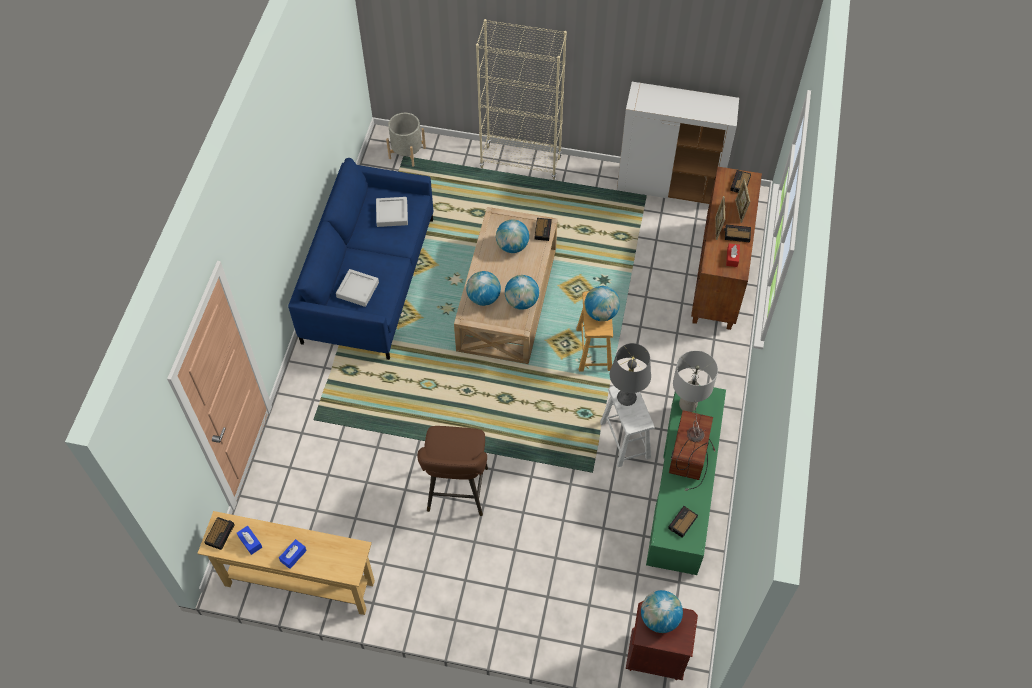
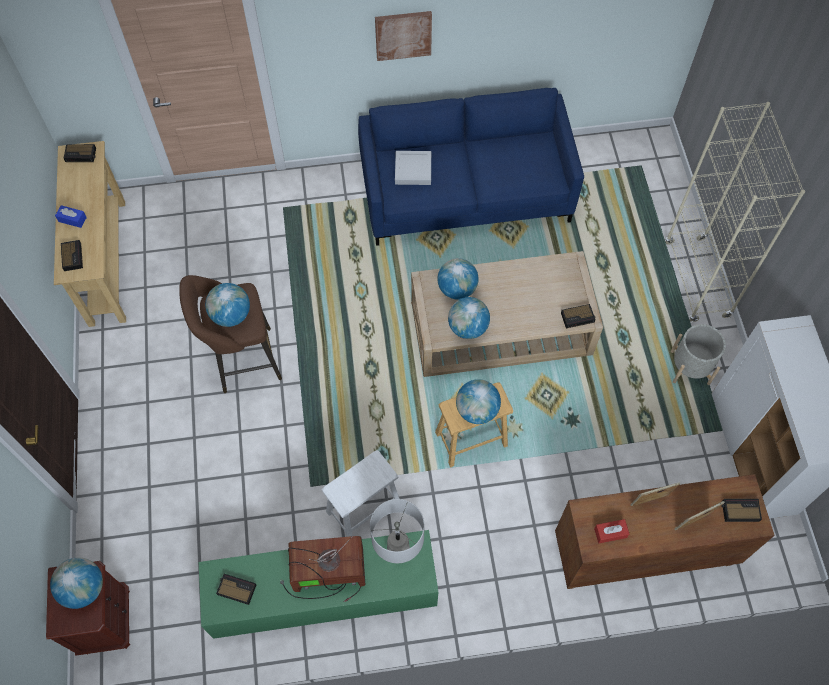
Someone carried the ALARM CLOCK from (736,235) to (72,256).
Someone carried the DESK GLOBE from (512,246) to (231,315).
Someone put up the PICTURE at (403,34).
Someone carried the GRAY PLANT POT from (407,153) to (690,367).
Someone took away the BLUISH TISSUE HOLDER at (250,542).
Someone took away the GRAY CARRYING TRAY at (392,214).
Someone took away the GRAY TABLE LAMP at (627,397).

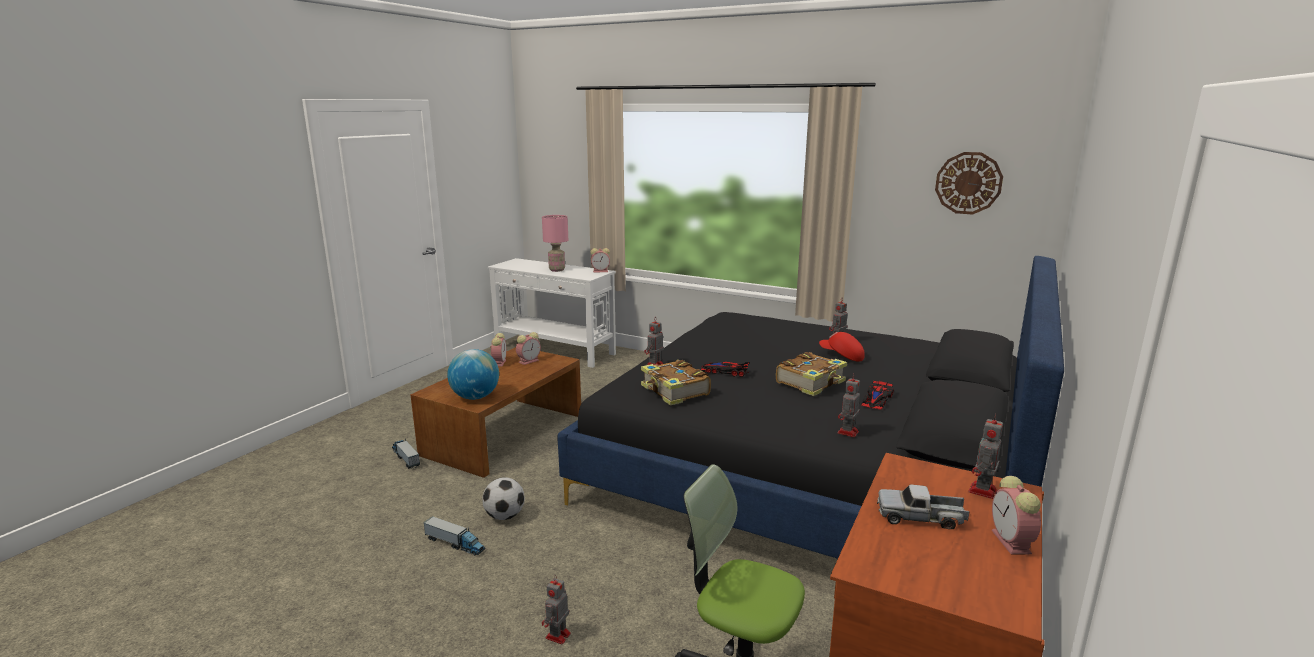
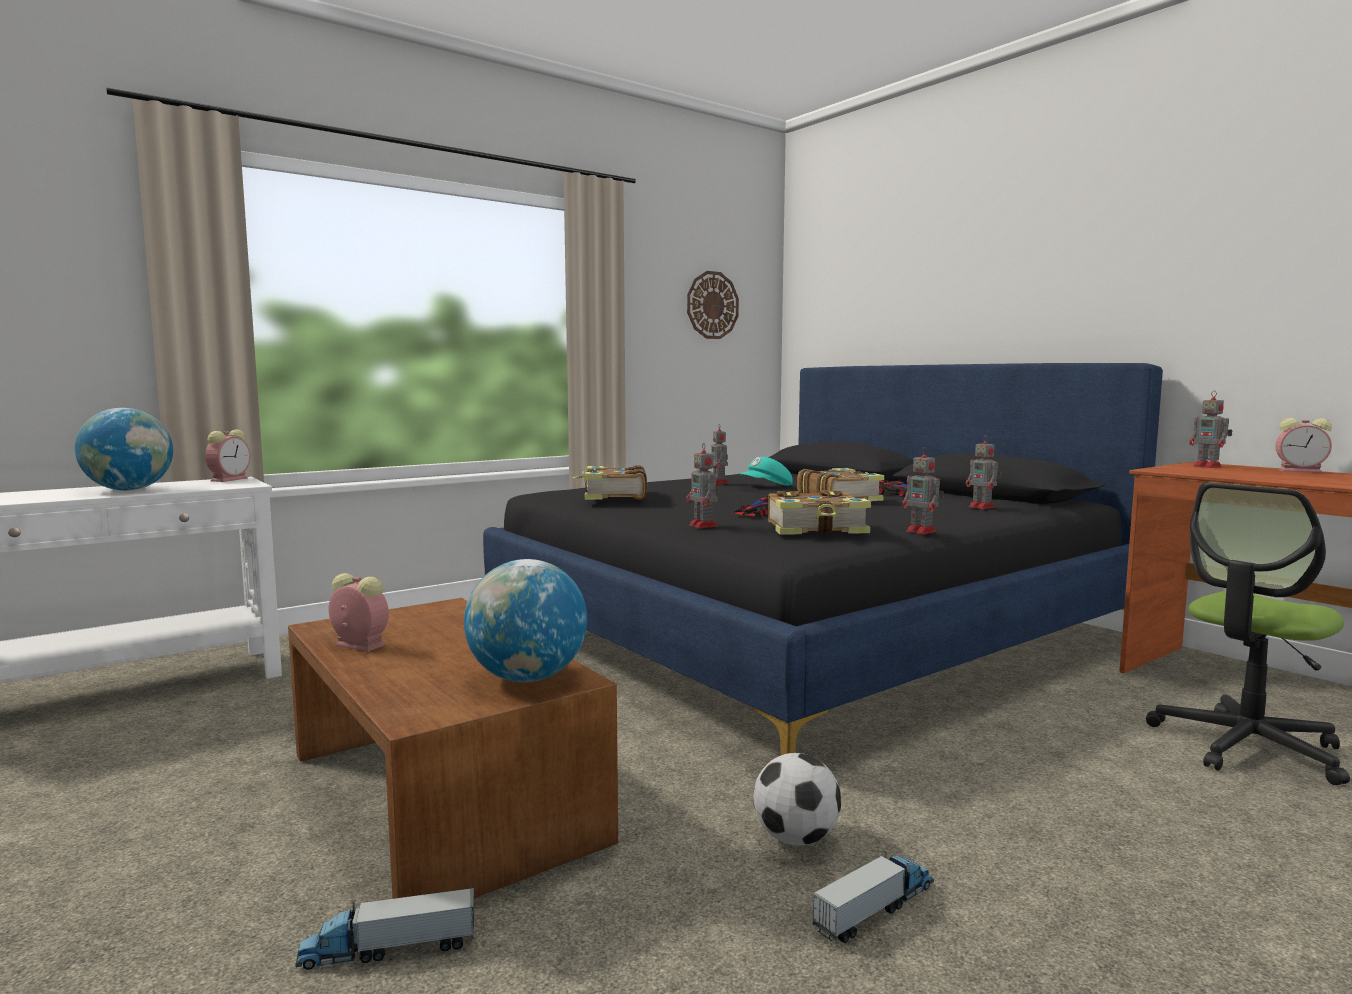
Someone swapped the PINKISH TABLE LAMP at (557,270) for the DESK GLOBE at (129,490).
Someone put down the BOUND BOOK at (613,495).
Someone repainted the REDDISH PEAKED CAP at (841,356), which became the TURQUOISE-COLOURED PEAKED CAP at (766,486).
Someone carried the MODEL ROBOT from (557,636) to (922,531).
Someone took away the ALARM CLOCK at (529,361).
Someone took away the MODEL TRUCK at (920,517).

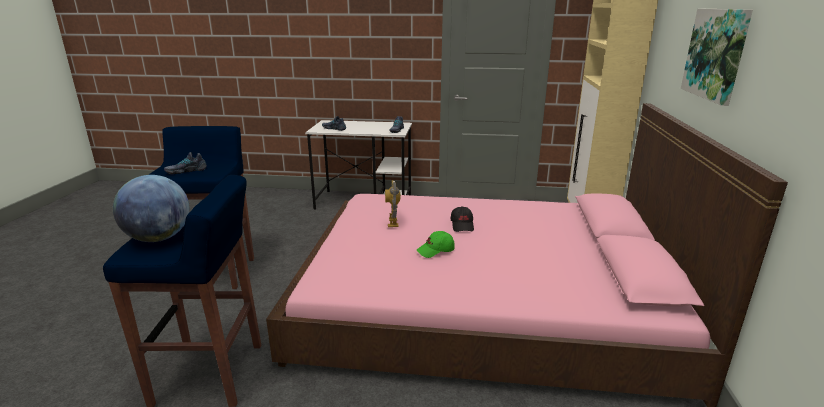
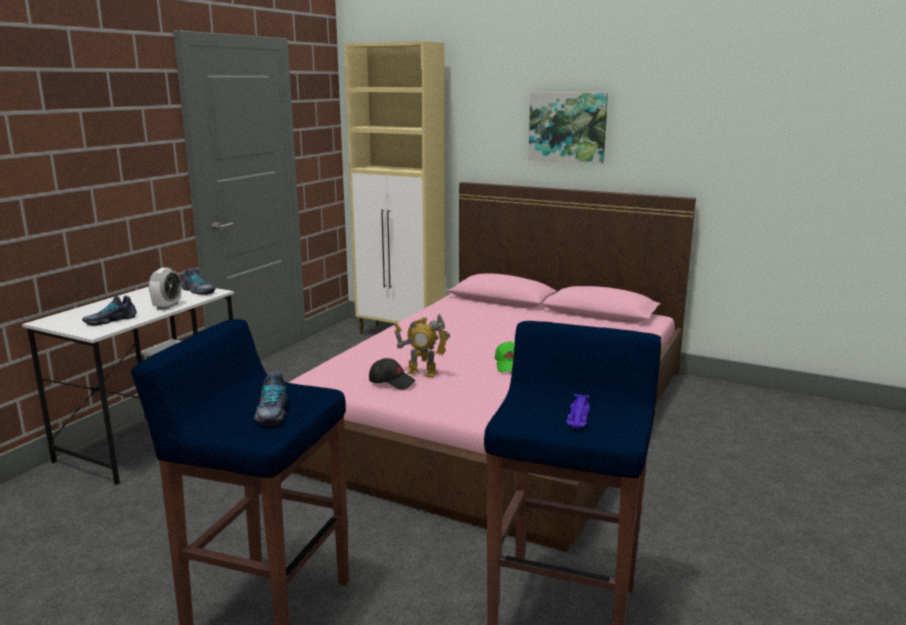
Someone put down the ALARM CLOCK at (167,306).
Someone carried the BLACKISH PEAKED CAP from (462,225) to (392,382).
Someone swapped the DESK GLOBE at (159,238) for the PURPLE MINIATURE CAR at (578,419).

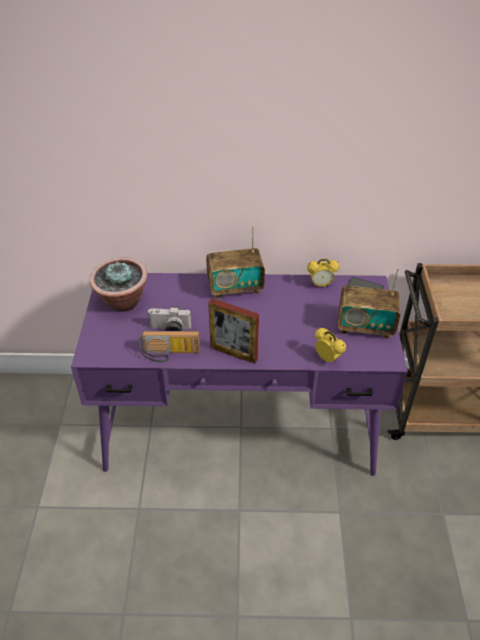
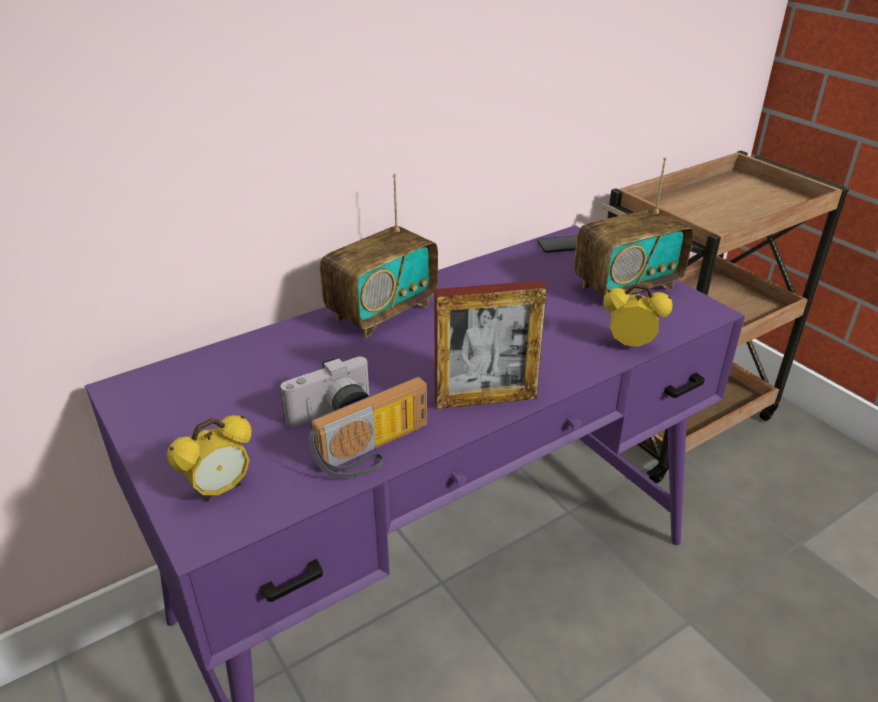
Someone carried the ALARM CLOCK from (320,285) to (220,489).
Someone took away the HOUSEPLANT at (123,302).

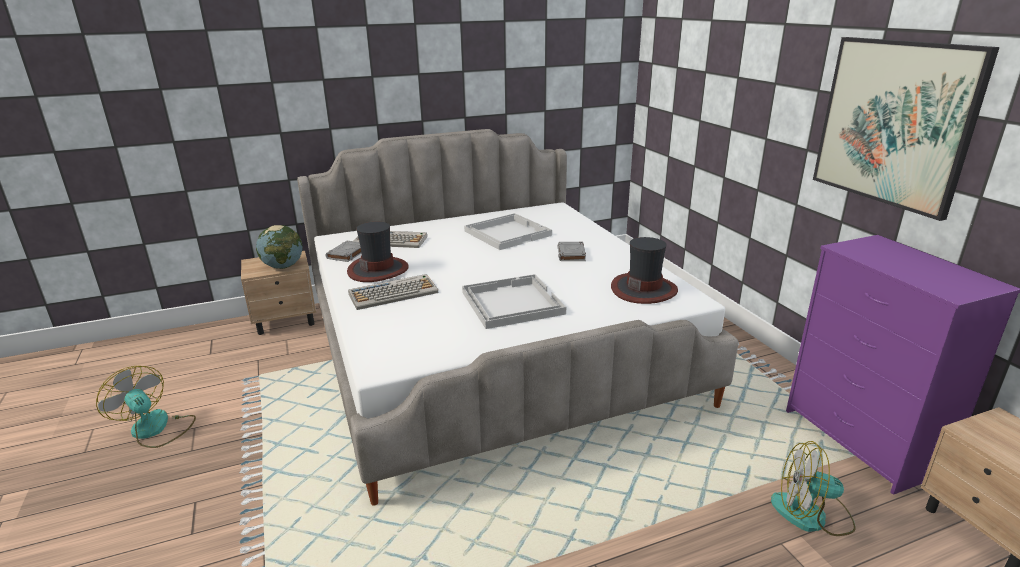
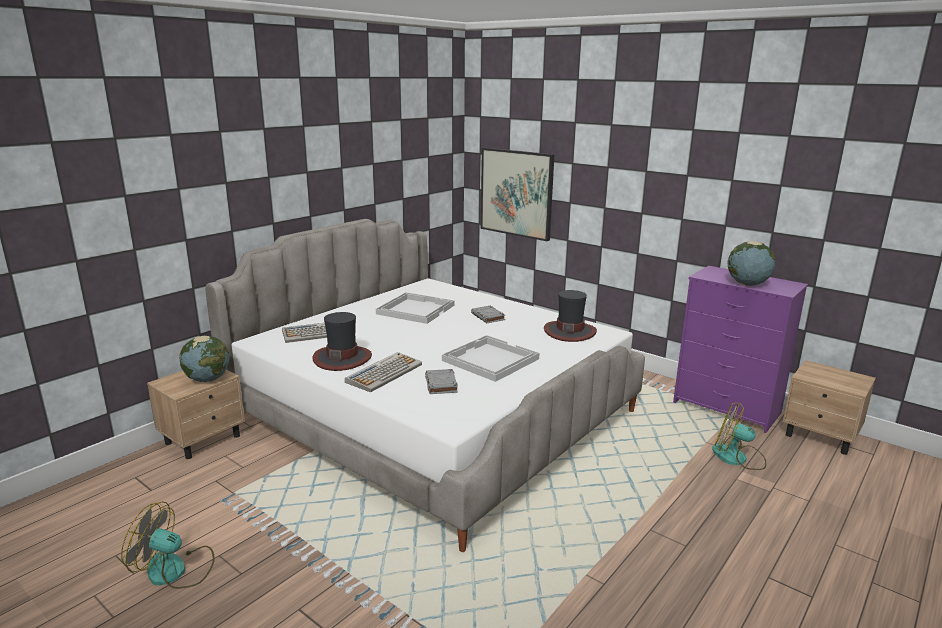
Someone carried the GRAY BOUND BOOK from (347,254) to (441,385).
Someone carried the PICTURE from (894,123) to (516,193).
Someone rotated the ELECTRIC FAN at (811,515) by 45 degrees clockwise.
Someone put down the DESK GLOBE at (747,284).

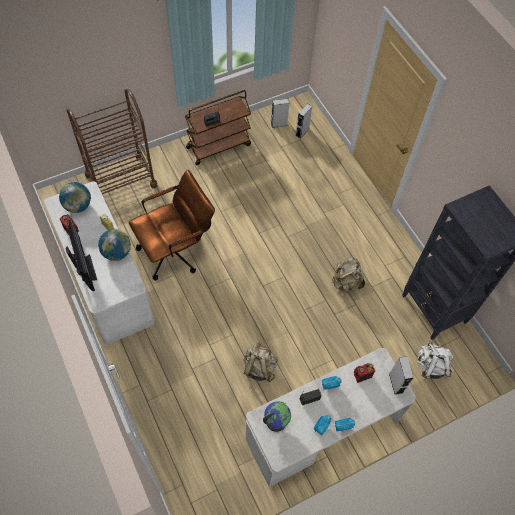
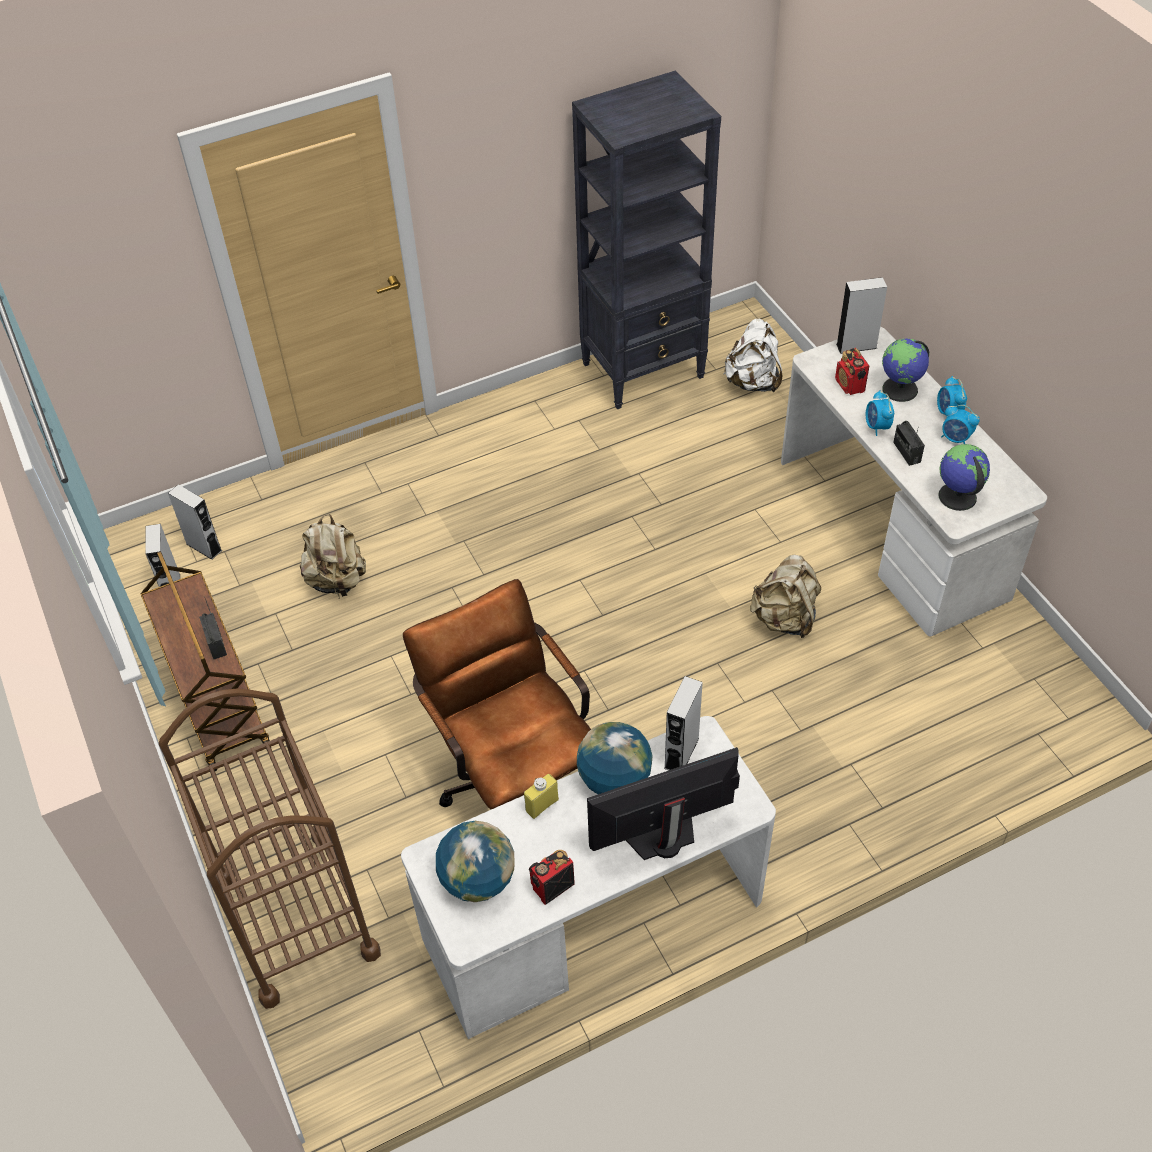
Someone carried the SAND-COLOURED KNAPSACK from (346,282) to (337,580).
Someone put down the GRAY AUDIO SPEAKER at (681,753).
Someone put down the DESK GLOBE at (900,390).

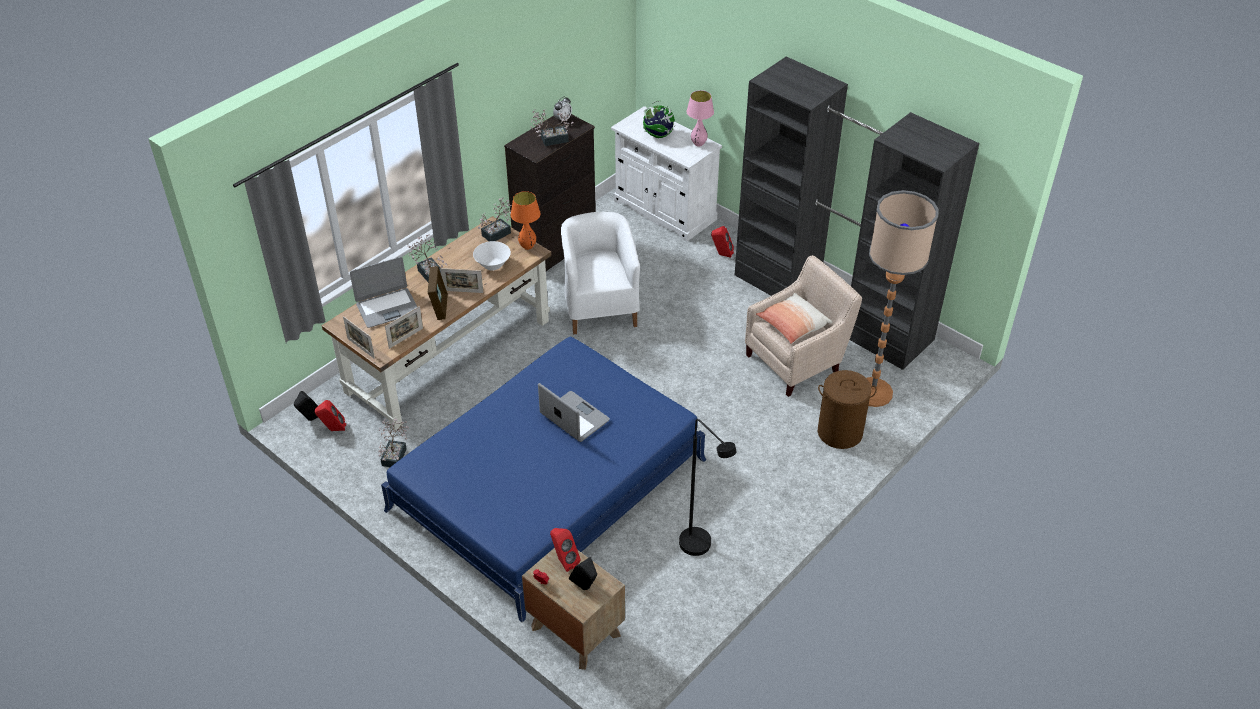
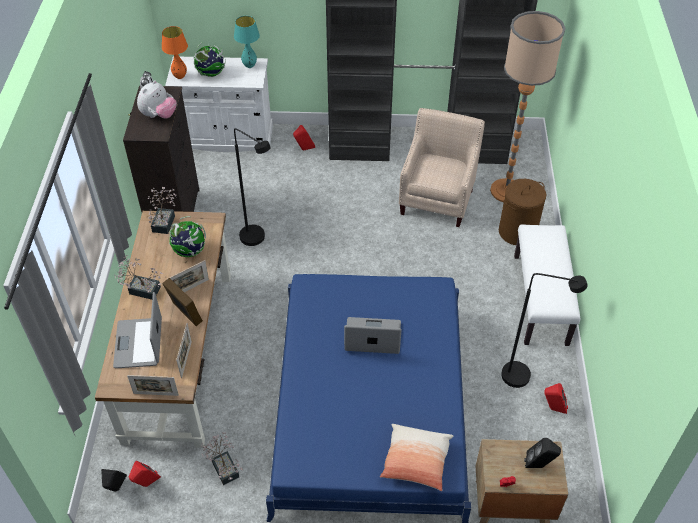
Someone rotated the NOTEBOOK COMPUTER at (387,308) by 150 degrees clockwise.
Someone swapped the HOUSEPLANT at (551,140) for the SOFT TOY at (159,115).
Someone carried the ORANGE-COLOURED TABLE LAMP from (527,247) to (180,77).
Someone swapped the WHITE-COLOURED DEEP DISH at (492,265) for the DESK GLOBE at (190,251).
Someone repainted the PINKISH TABLE LAMP at (698,144), which became the TURQUOISE-COLOURED TABLE LAMP at (249,66).
Someone swapped the WHITE-COLOURED LOUNGE CHAIR at (599,306) for the BLACKISH STANDING LAMP at (257,240).
Someone carried the THROW PILLOW from (792,326) to (416,462).
Someone put down the WHITE-COLOURED BENCH at (541,300).
Someone carried the REDDISH AUDIO SPEAKER from (564,561) to (553,408).

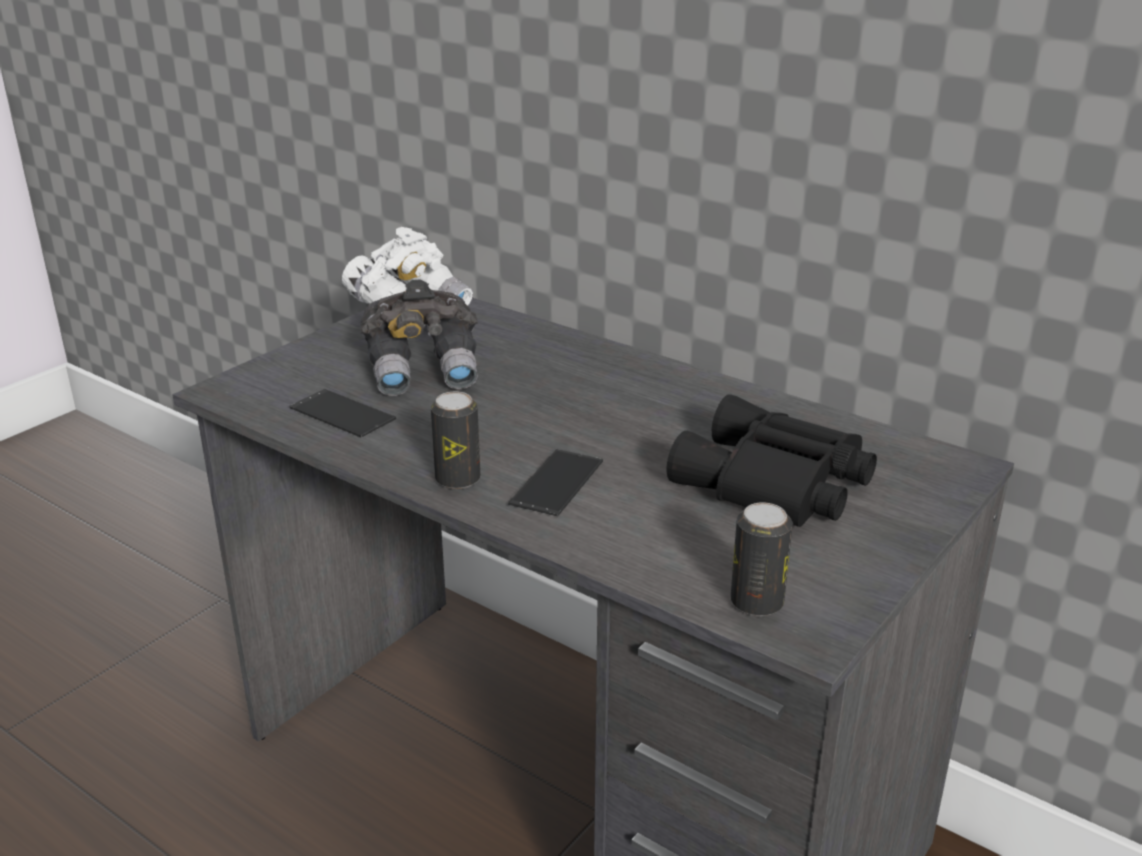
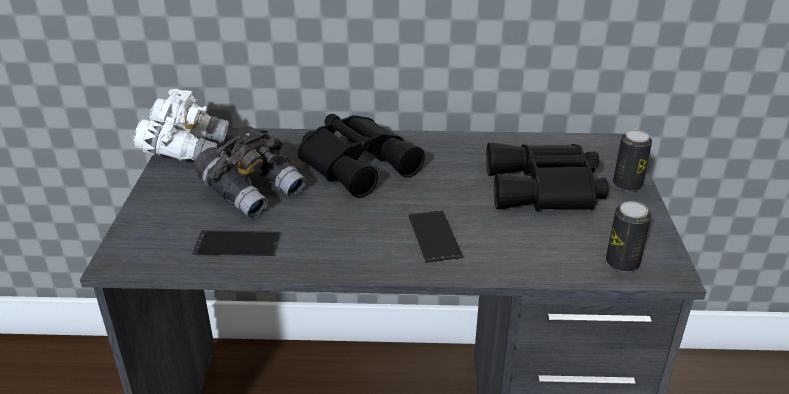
Someone put down the BLACKISH FIELD GLASSES at (359,163).
Someone carried the SEALED CAN from (458,479) to (627,185).

